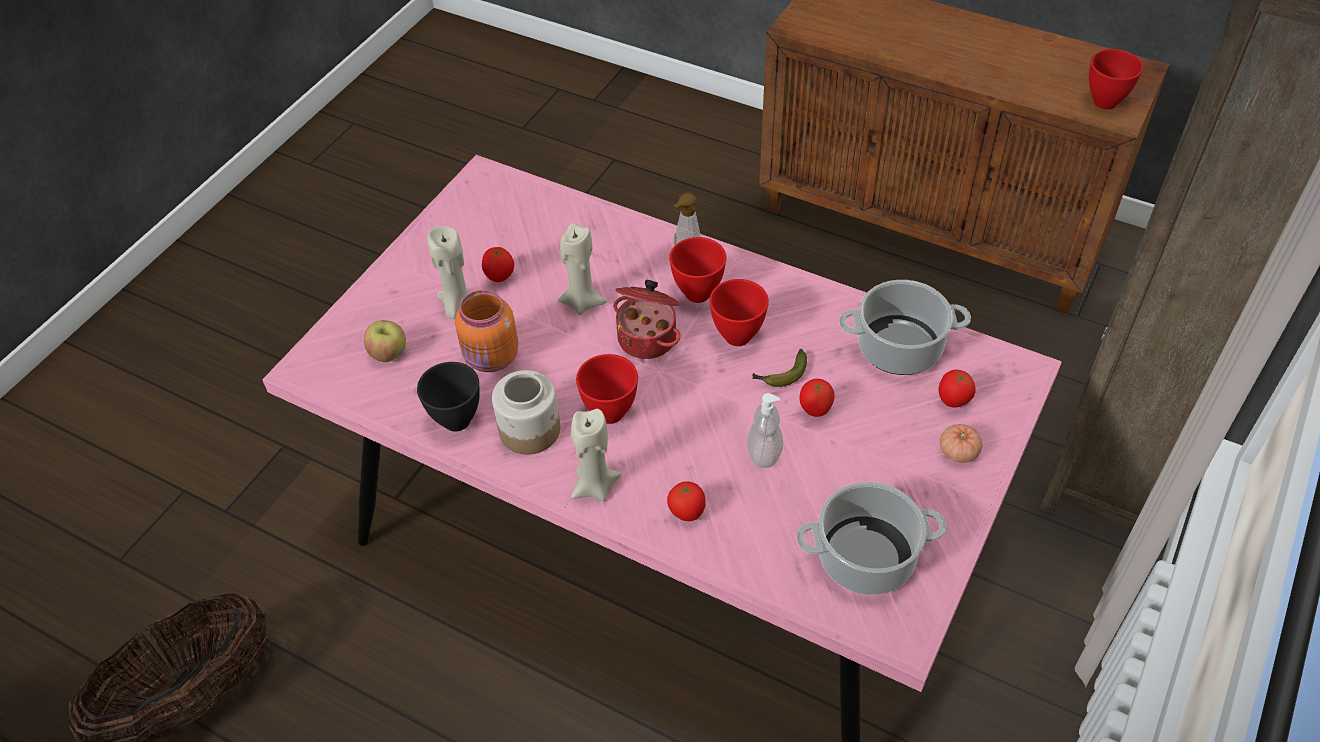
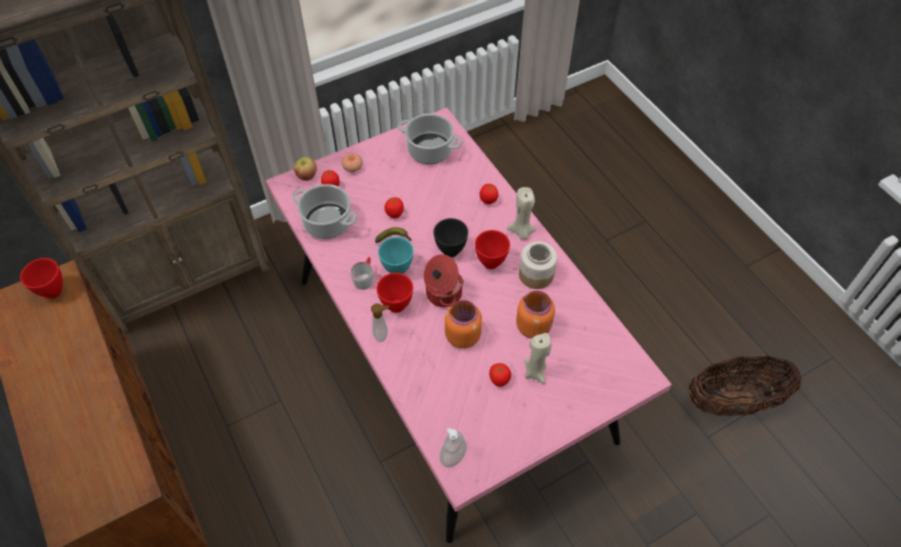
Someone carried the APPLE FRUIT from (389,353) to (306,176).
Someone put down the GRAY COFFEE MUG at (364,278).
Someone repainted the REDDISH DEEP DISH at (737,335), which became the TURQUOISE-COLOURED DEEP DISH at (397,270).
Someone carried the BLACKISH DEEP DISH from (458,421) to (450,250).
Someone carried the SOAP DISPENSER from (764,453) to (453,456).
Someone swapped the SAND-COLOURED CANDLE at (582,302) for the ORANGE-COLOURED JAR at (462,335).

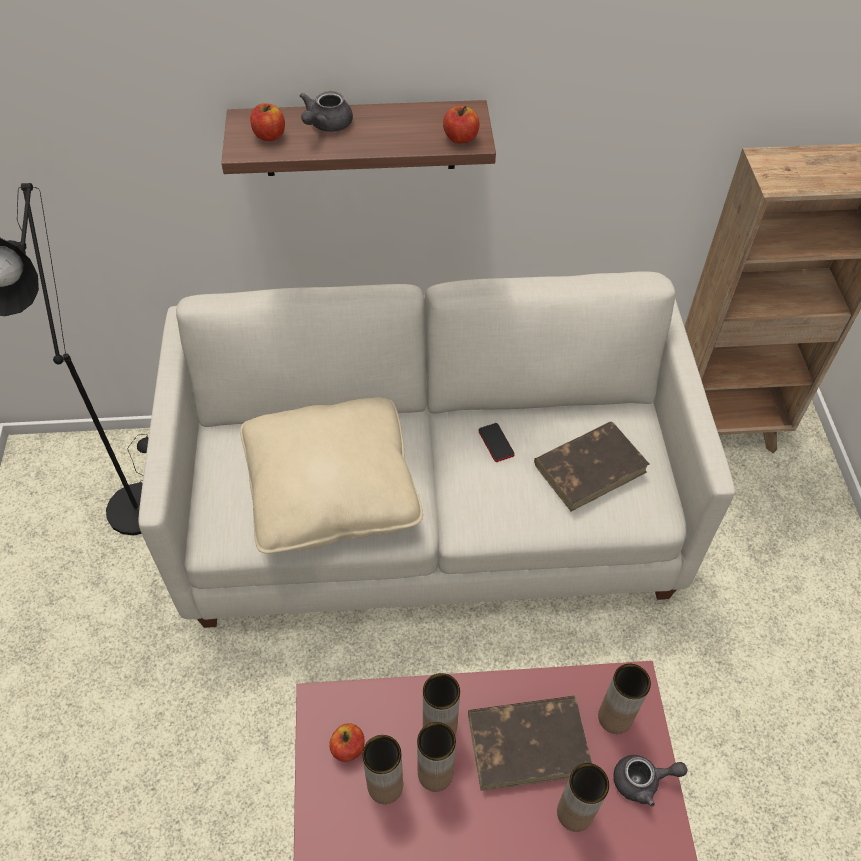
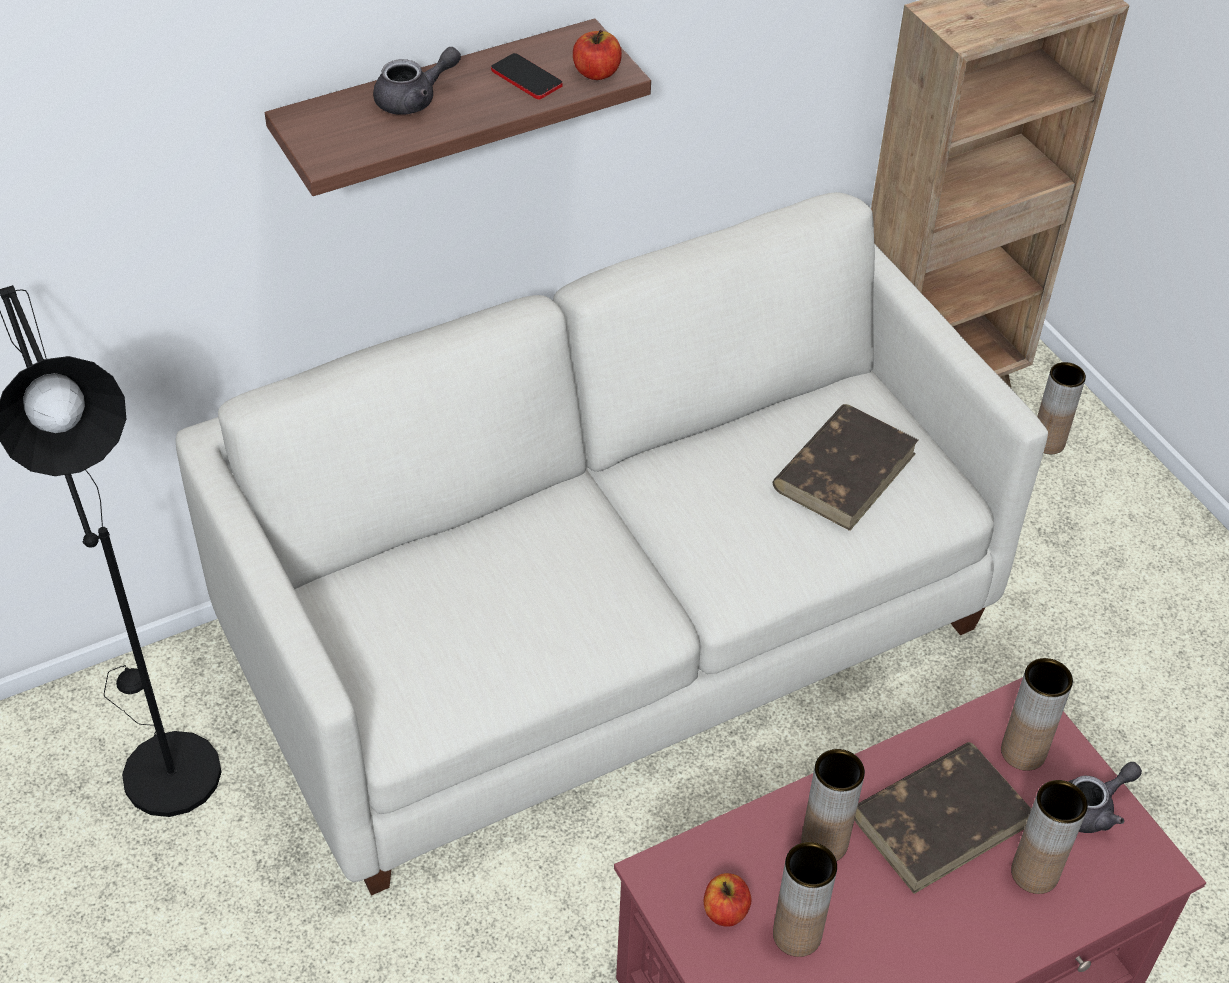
Someone rotated the GRAY TEAPOT at (326,125) by 120 degrees counterclockwise.
Someone carried the HANDSET from (496,443) to (526,78).
Someone carried the BROWNISH DECORATIVE VASE from (435,773) to (1048,442).
Someone took away the SAND-COLOURED THROW PILLOW at (331,490).
Someone took away the APPLE FRUIT at (269,135).

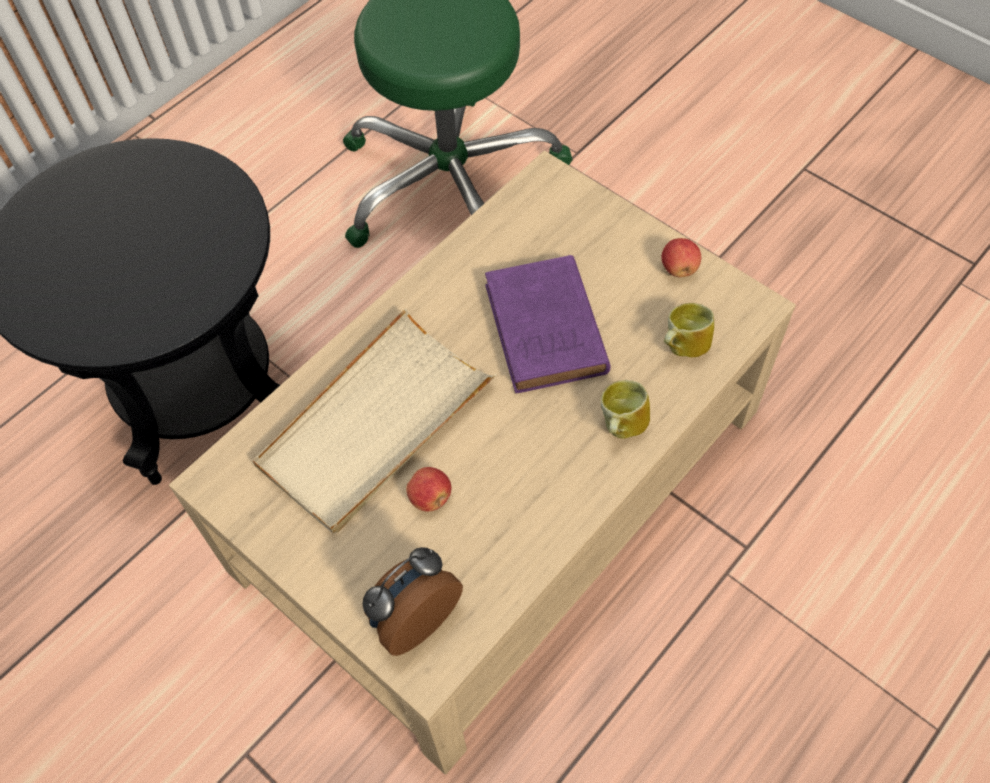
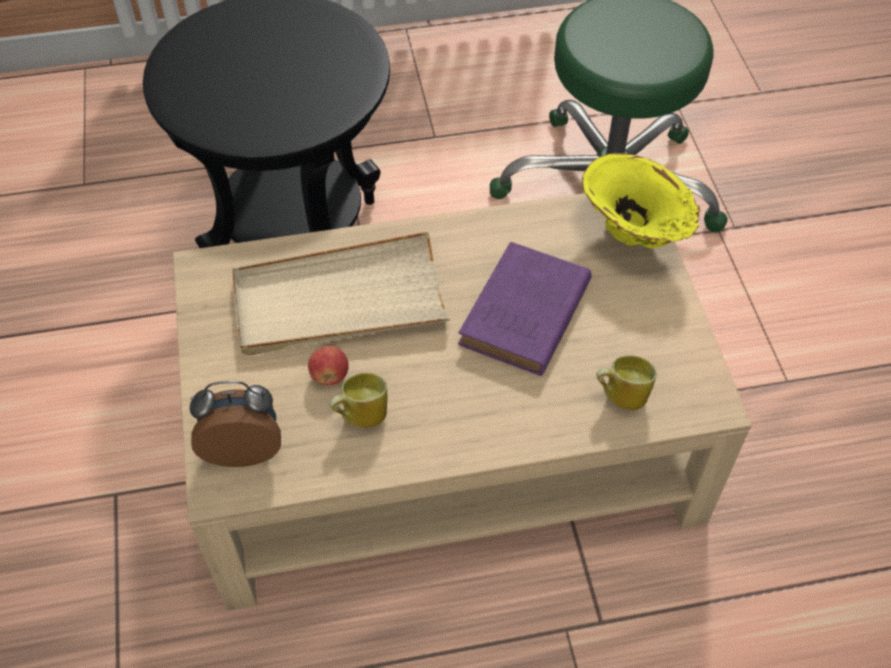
Someone carried the COFFEE MUG from (620,427) to (360,415).
Someone put down the YELLOW-COLOURED DECORATIVE VASE at (631,238).
Someone took away the APPLE FRUIT at (679,268).

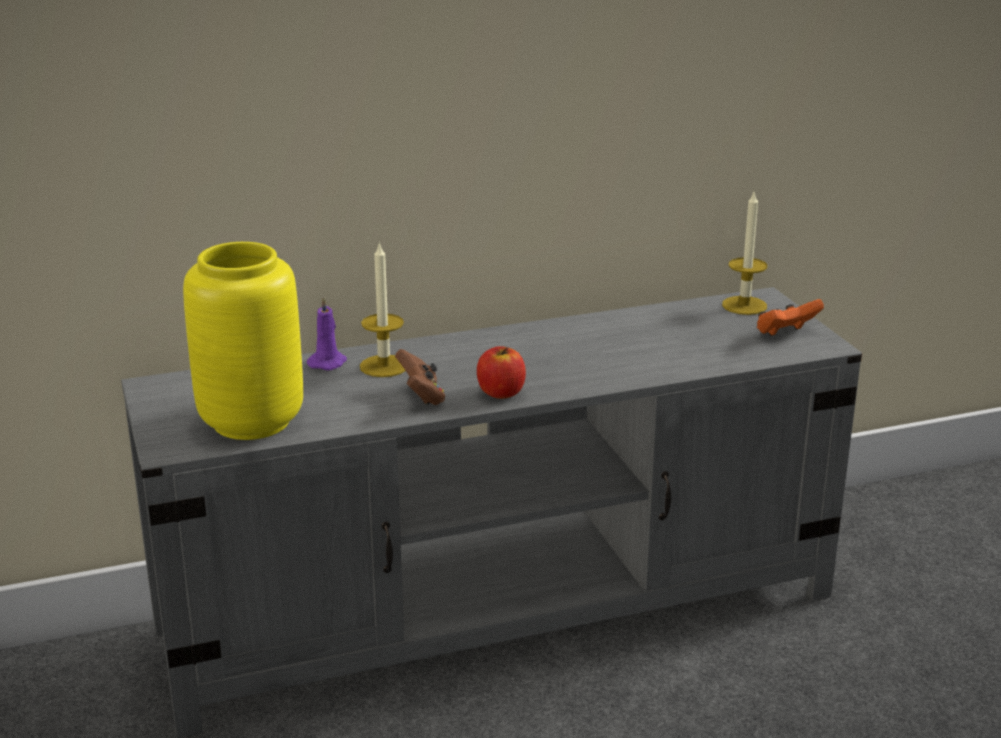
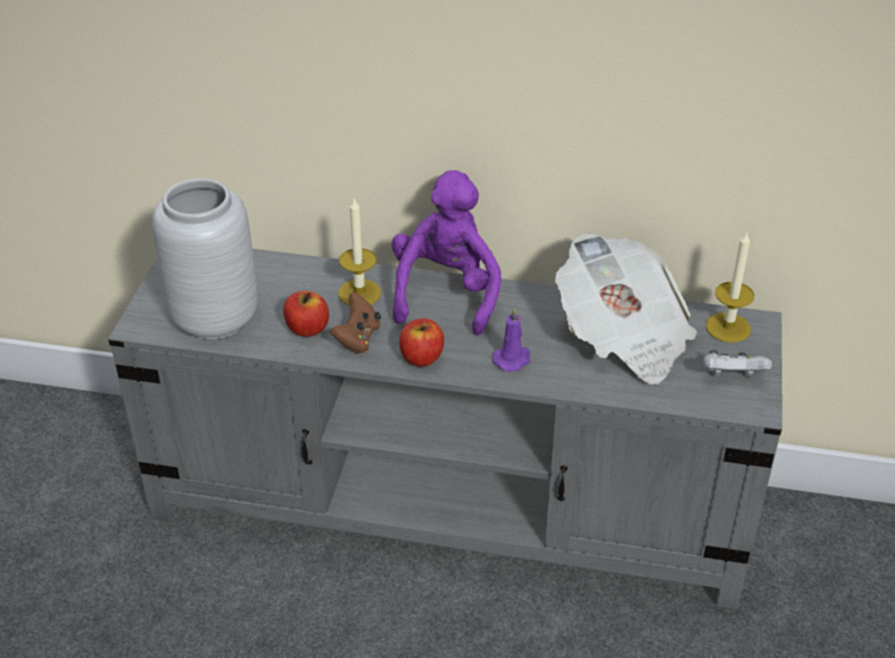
Someone repainted the YELLOW-COLOURED DECORATIVE VASE at (249,422), which became the GRAY DECORATIVE VASE at (213,319).
Someone put down the APPLE FRUIT at (307,328).
Someone put down the PURPLE SOFT TOY at (446,293).
Someone carried the PURPLE CANDLE from (328,362) to (513,359).
Someone put down the PRINTED PAPER at (623,337).
Someone repainted the ORANGE-COLOURED GAMEPAD at (785,333), which became the WHITE-COLOURED GAMEPAD at (732,377).

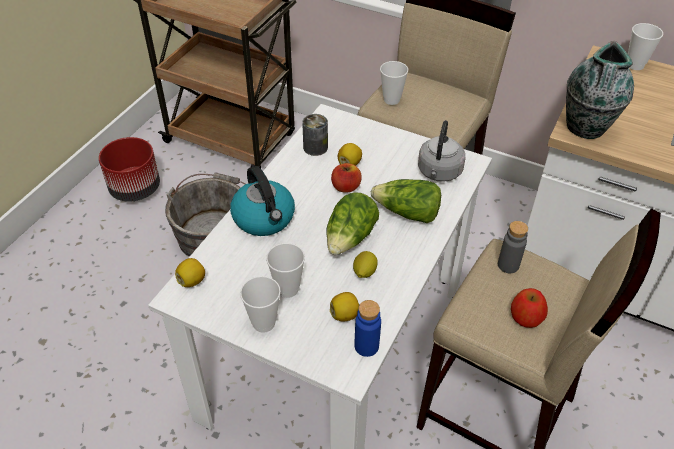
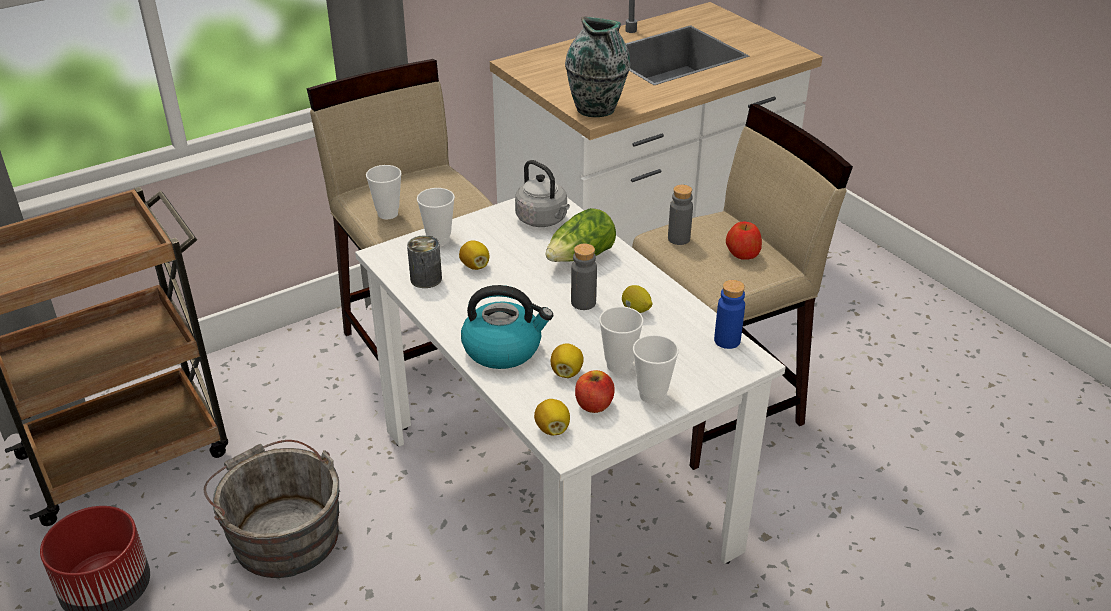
Someone carried the SMALL CUP from (635,65) to (438,240).
Someone carried the CITRUS FRUIT from (345,315) to (566,372).
Someone swapped the HEAD OF LETTUCE at (350,238) for the GRAY DRINK BOTTLE at (583,302).
Someone carried the APPLE FRUIT from (346,187) to (594,405).

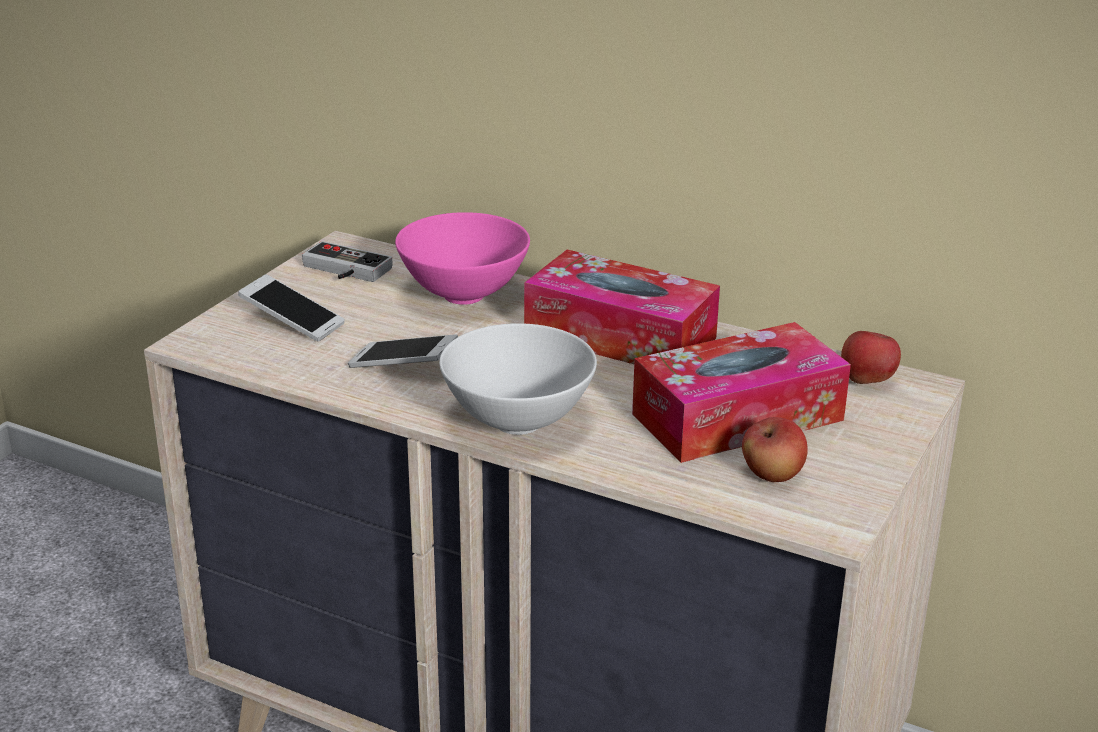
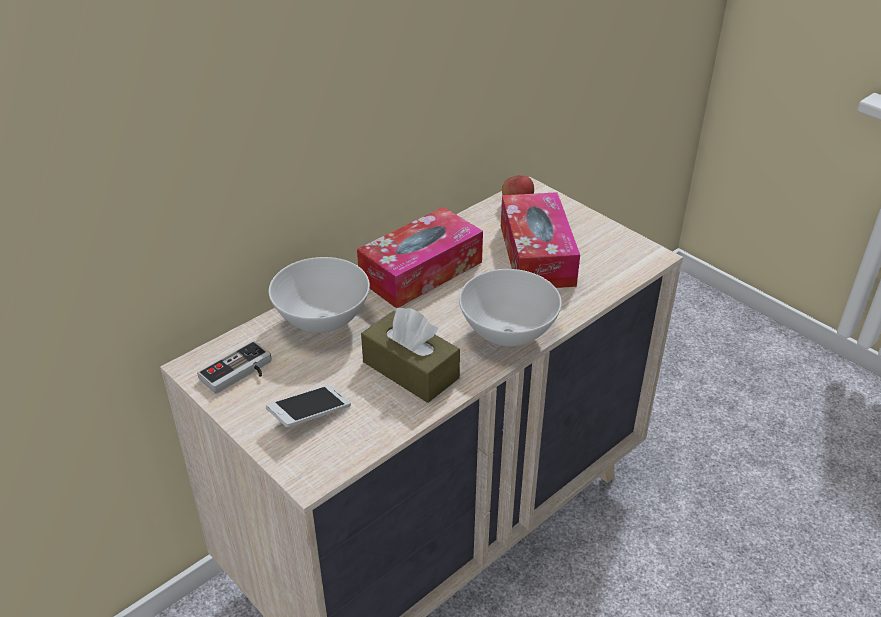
Someone repainted the PINKISH DEEP DISH at (465,295), which became the WHITE-COLOURED DEEP DISH at (322,321).
Someone swapped the HANDSET at (403,366) for the BROWNISH TISSUE HOLDER at (410,370).
Someone took away the APPLE FRUIT at (772,475).

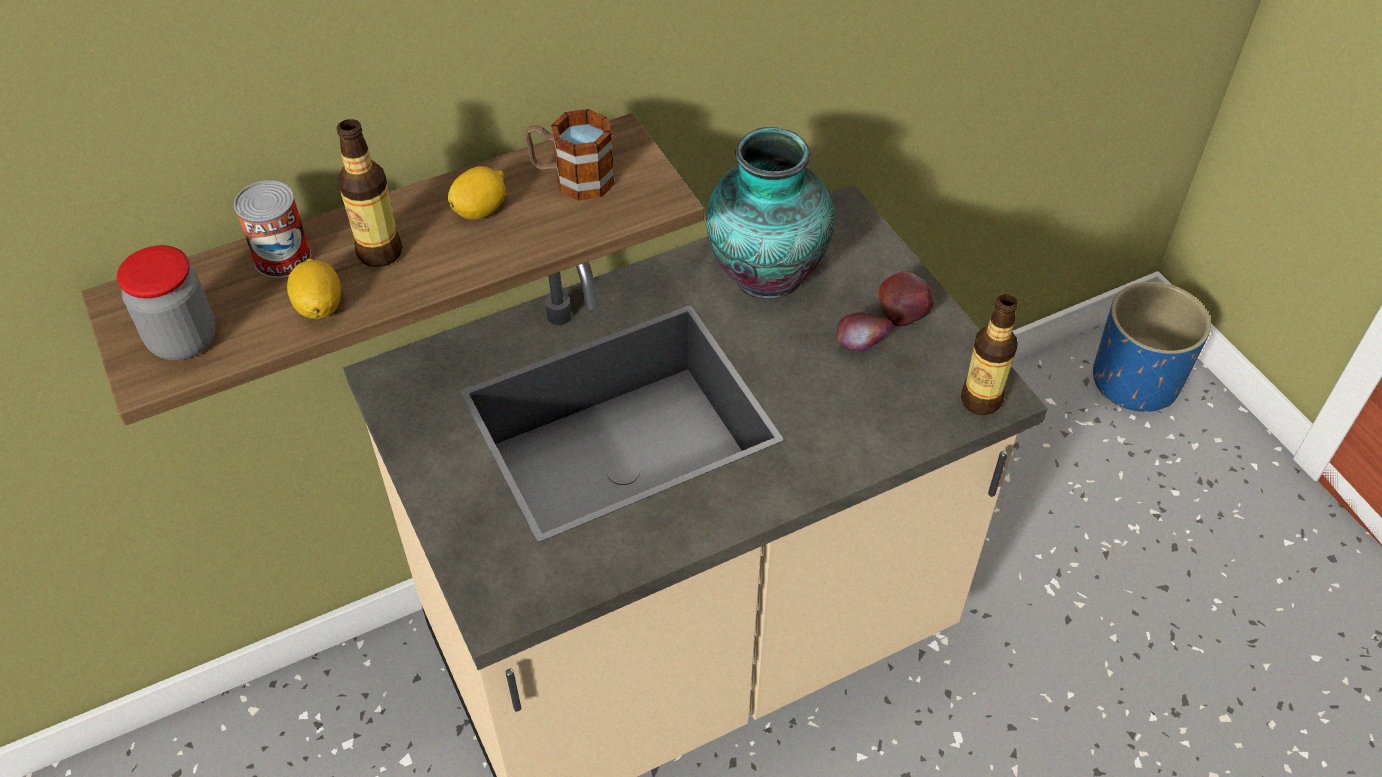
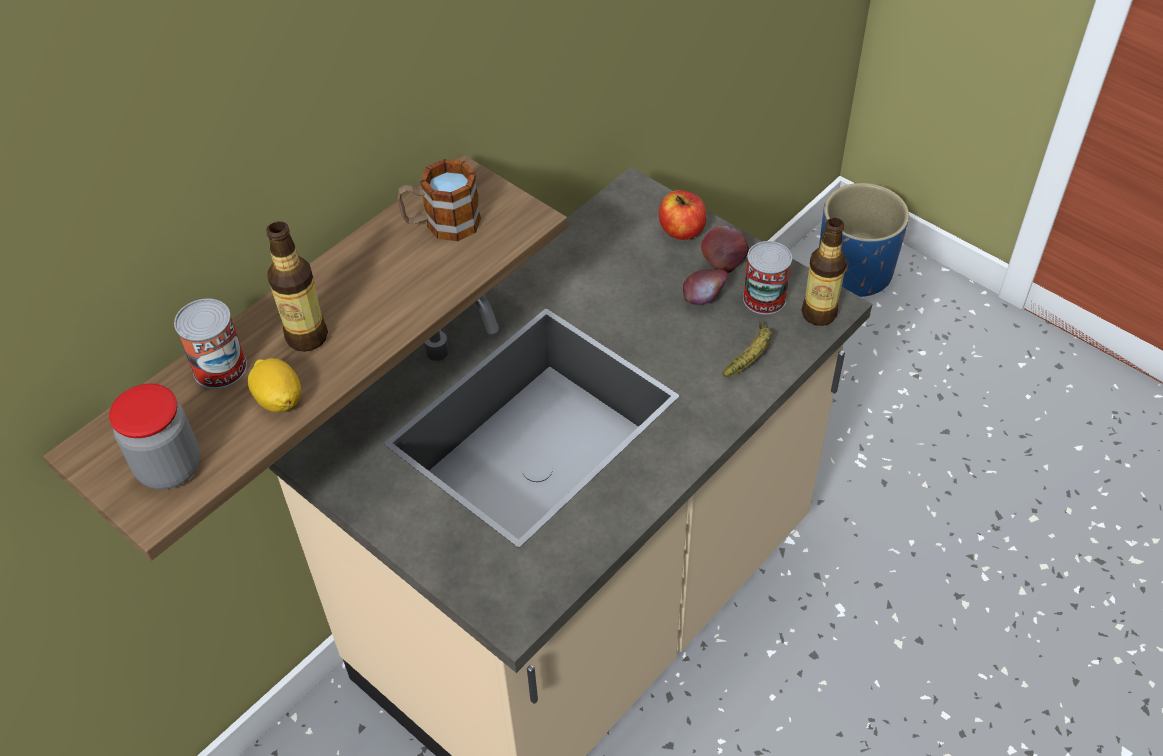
Someone put down the APPLE FRUIT at (682,230).
Someone put down the BANANA at (751,356).
Someone put down the SEALED CAN at (764,298).
Someone took away the CITRUS FRUIT at (480,210).
Someone took away the DECORATIVE VASE at (764,274).

